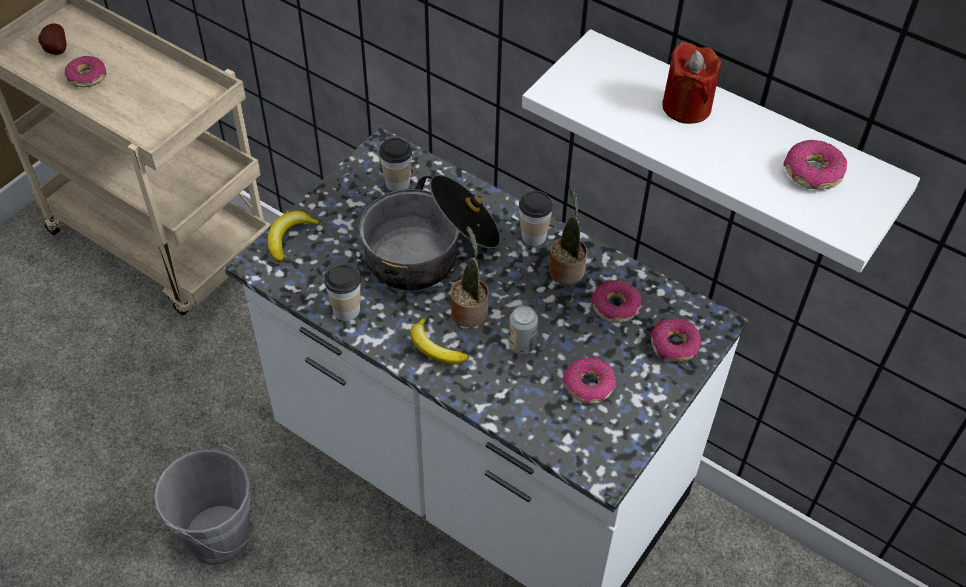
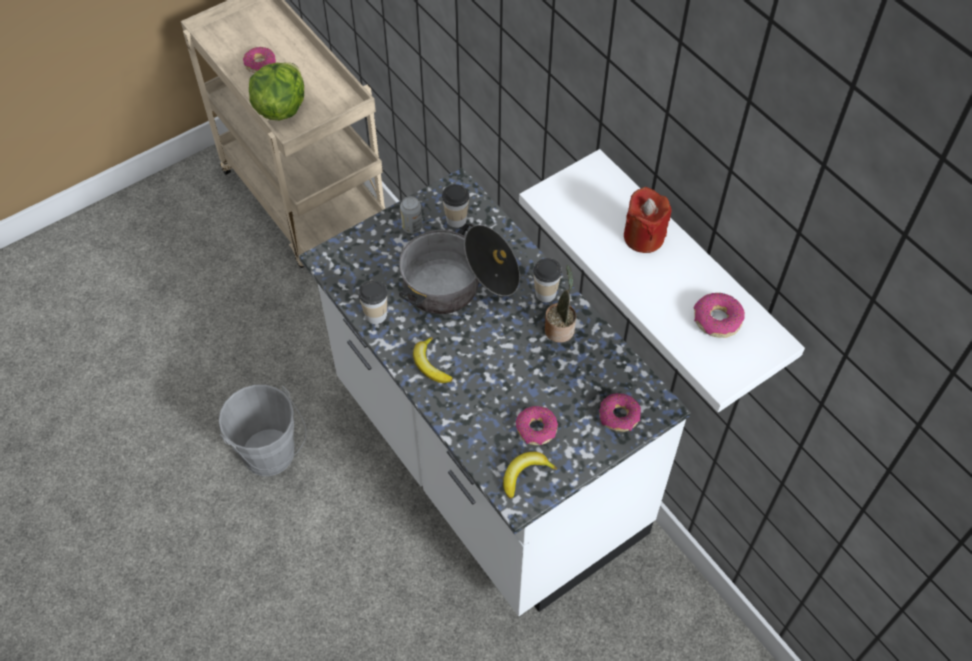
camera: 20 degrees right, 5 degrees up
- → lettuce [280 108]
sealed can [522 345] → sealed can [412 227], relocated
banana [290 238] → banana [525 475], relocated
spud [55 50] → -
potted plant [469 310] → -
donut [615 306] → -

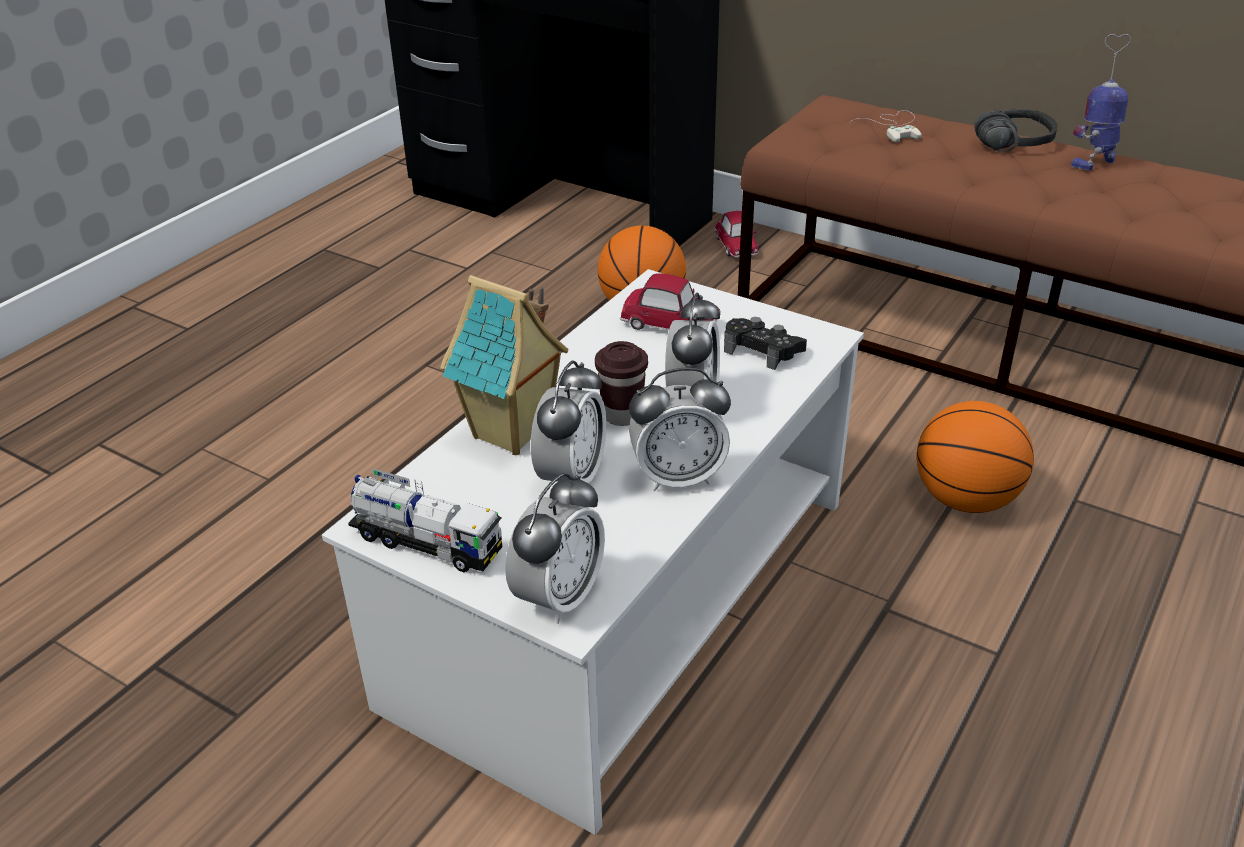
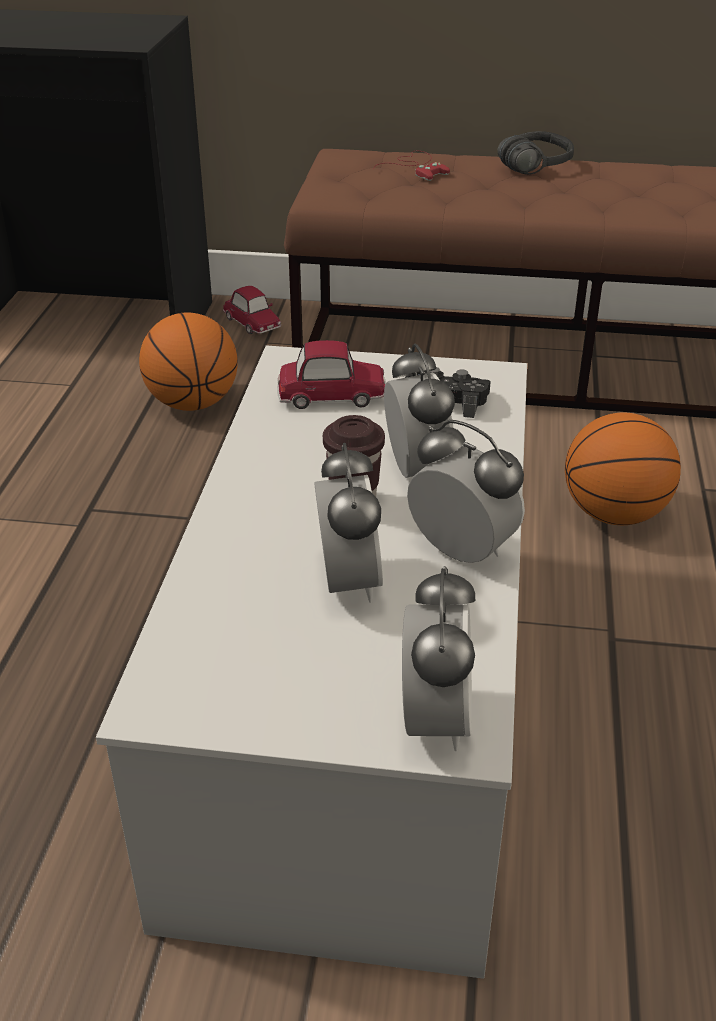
camera: 25 degrees left, 0 degrees up
white gamepad [894 127] → reddish gamepad [416 167]
table clock [678 477] → table clock [461 551], 105 degrees counterclockwise
toy lorry [427 543] → -
toy house [512 434] → -
robot figure [1095 162] → -

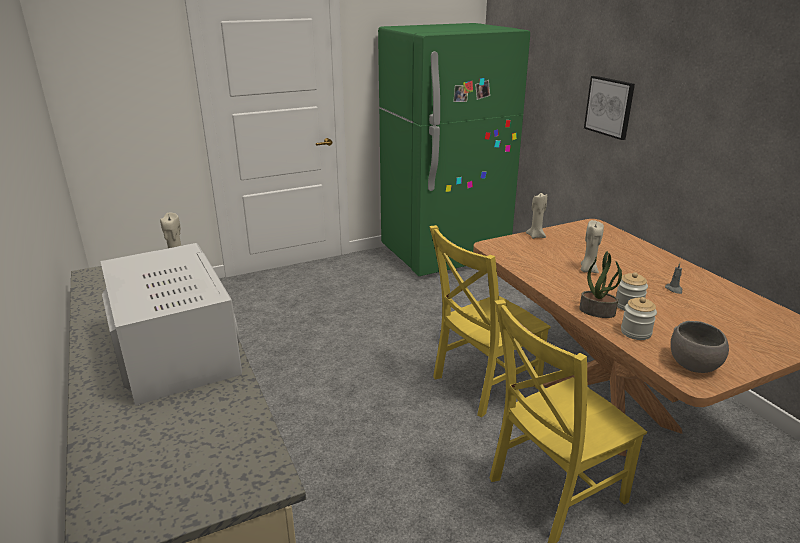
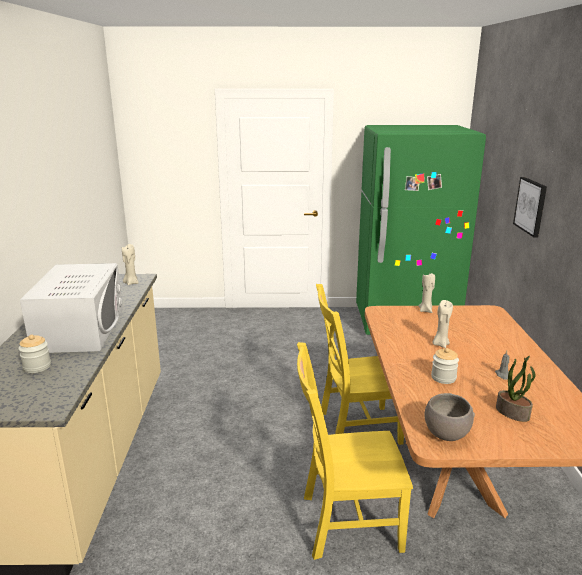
camera: 25 degrees right, 5 degrees down
preserve jar [635 332] → preserve jar [37 367], relocated
potted plant [597 311] → potted plant [513 413], relocated

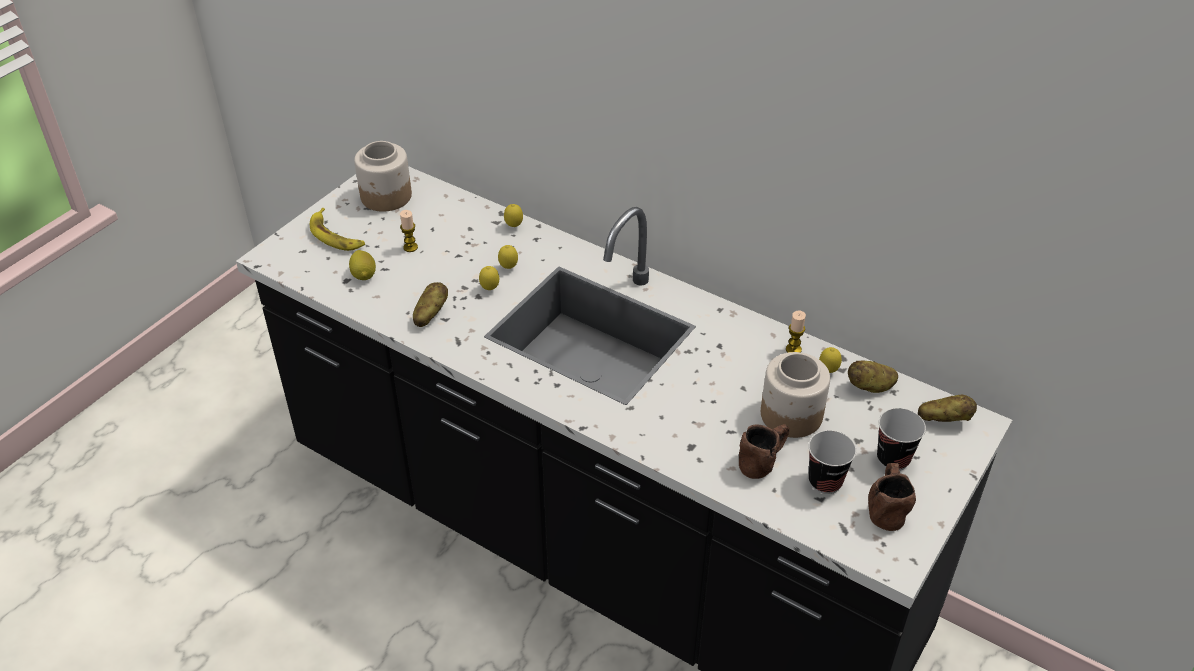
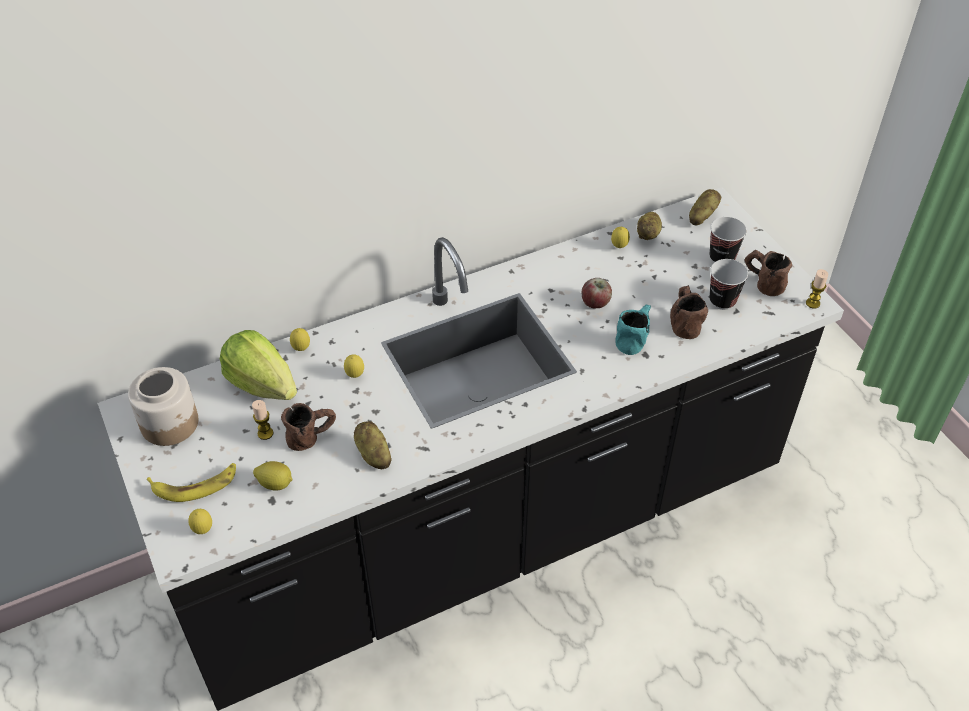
camera: 60 degrees left, 5 degrees up
whole lemon [490 289] → whole lemon [203 530], relocated
- → lettuce [262 384]
- → brown-coloured coffee mug [312 436]
- → whole apple [595 303]
- → blue-green coffee mug [634 338]
wax light [793 349] → wax light [812 303], relocated
preserve jar [790 415] → -

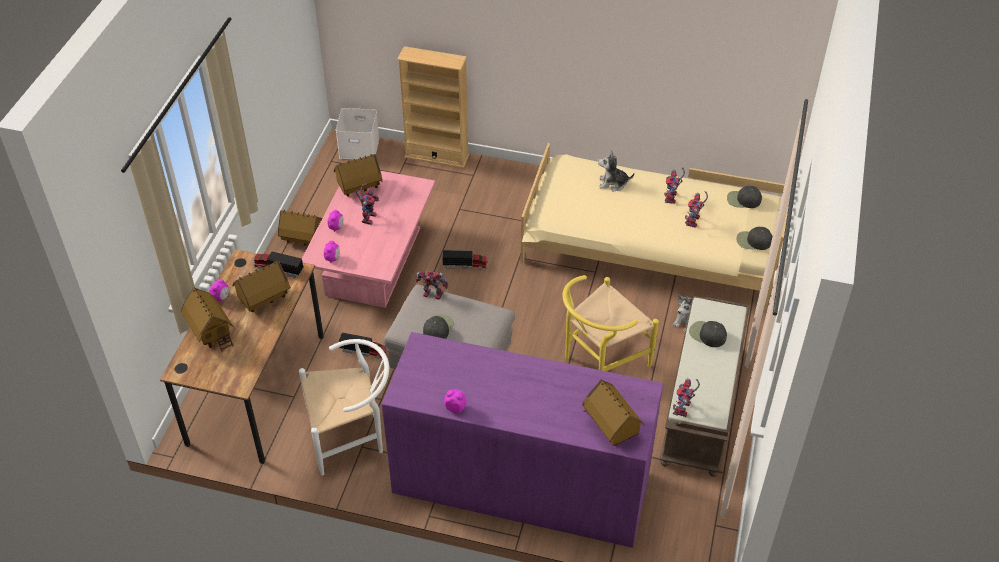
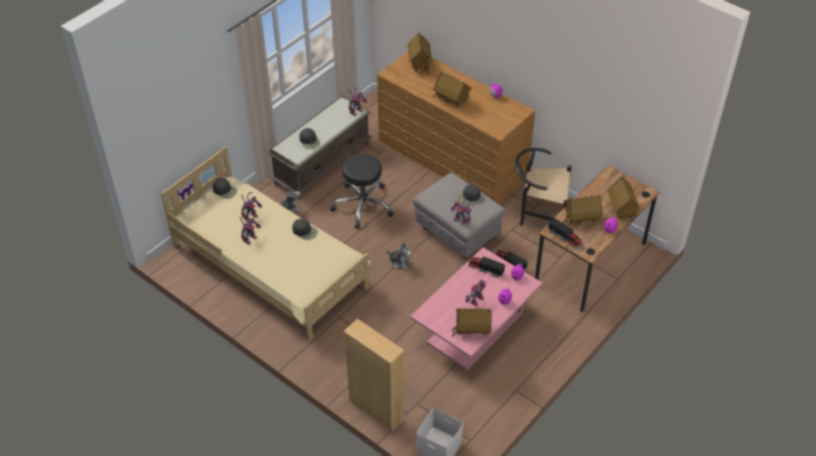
camera: 155 degrees left, 0 degrees up
black cap [743 200] → black cap [305 231], relocated
yellow-coloured upright chair [600 362] → black stool seat [362 205]
purple chest of drawers [521 482] → brown-coloured chest of drawers [452 160]
cuddly toy [613 183] → cuddly toy [400 262], relocated
toy house [304 240] → toy house [451 100], relocated
toy lorry [465 265] → toy lorry [485 269], relocated
white upright chair [352 436] → black upright chair [538 214]

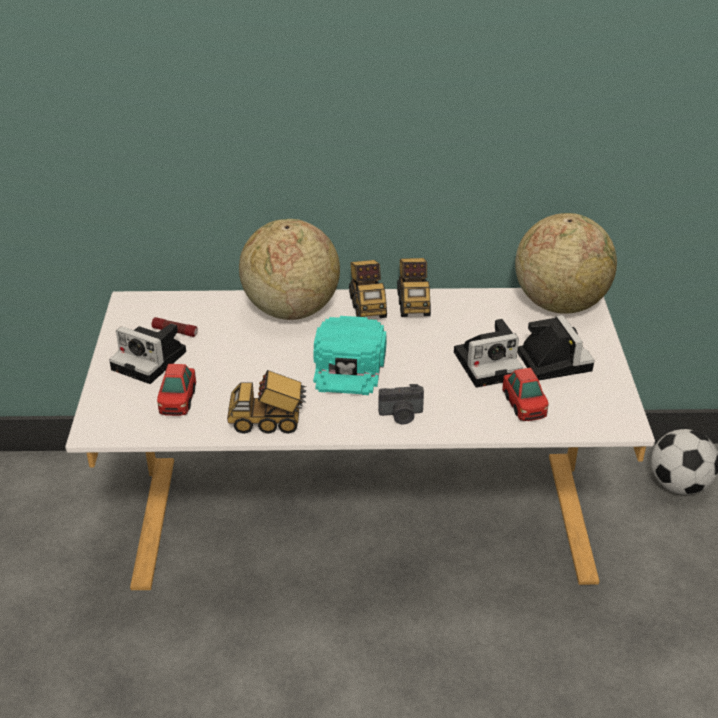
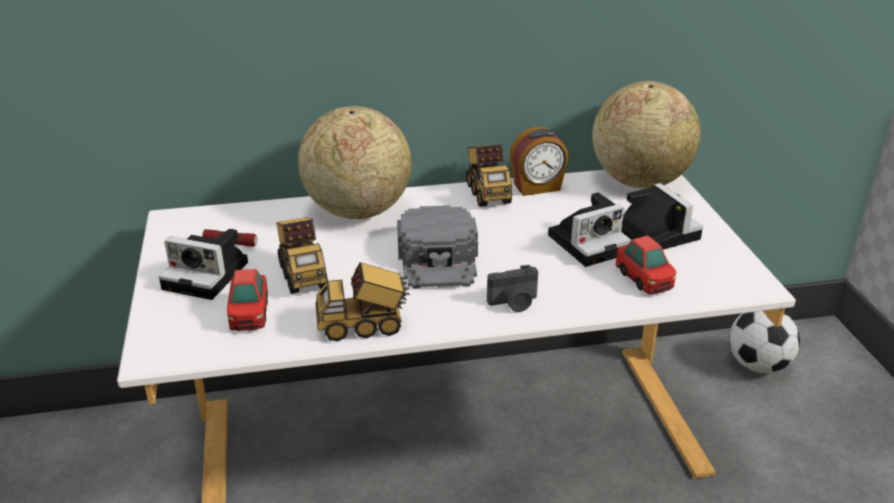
camera: 10 degrees left, 5 degrees down
toy lorry [367 306] → toy lorry [302 275], relocated
blue-green cap [349 364] → gray cap [438 257]
- → table clock [537 187]

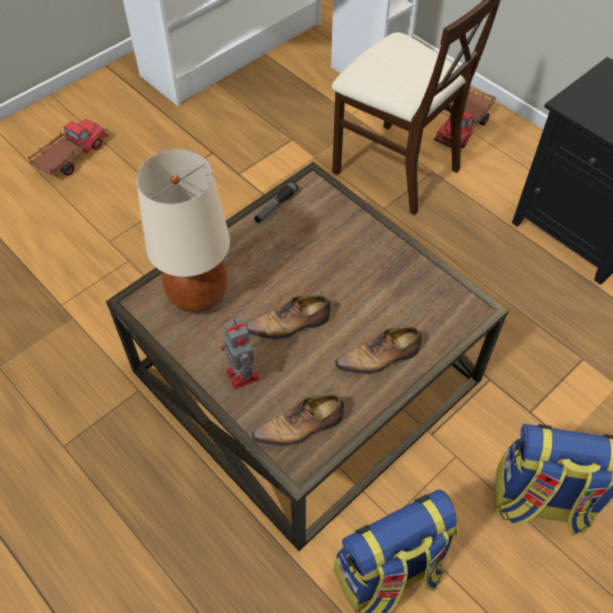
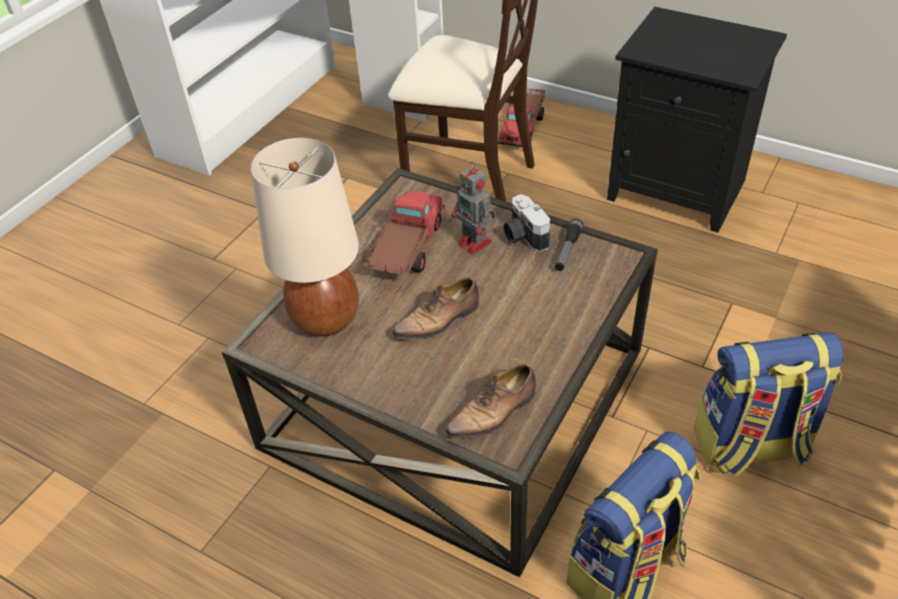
camera: 15 degrees left, 10 degrees down
toy lorry [71 157] → toy lorry [406 249], relocated
robot figure [243 376] → robot figure [476 243], relocated
- → still camera [523 236]
torch [275 206] → torch [567 250], relocated
low shoe [380 357] → -

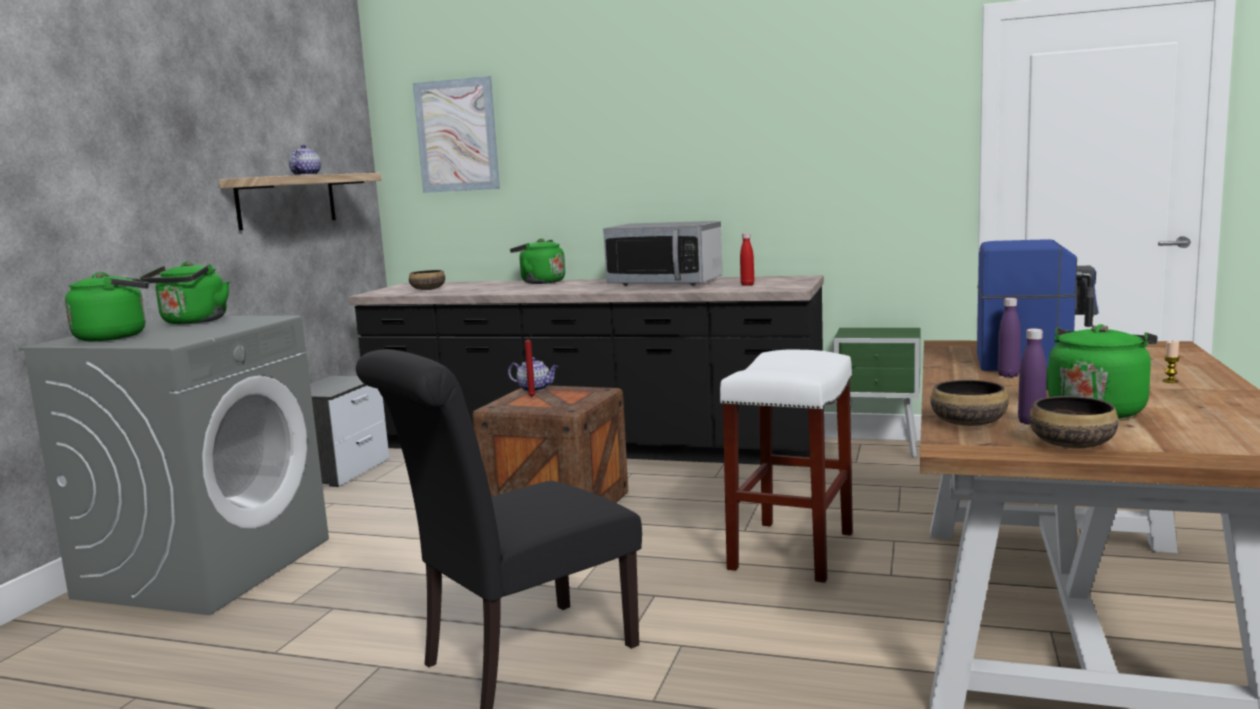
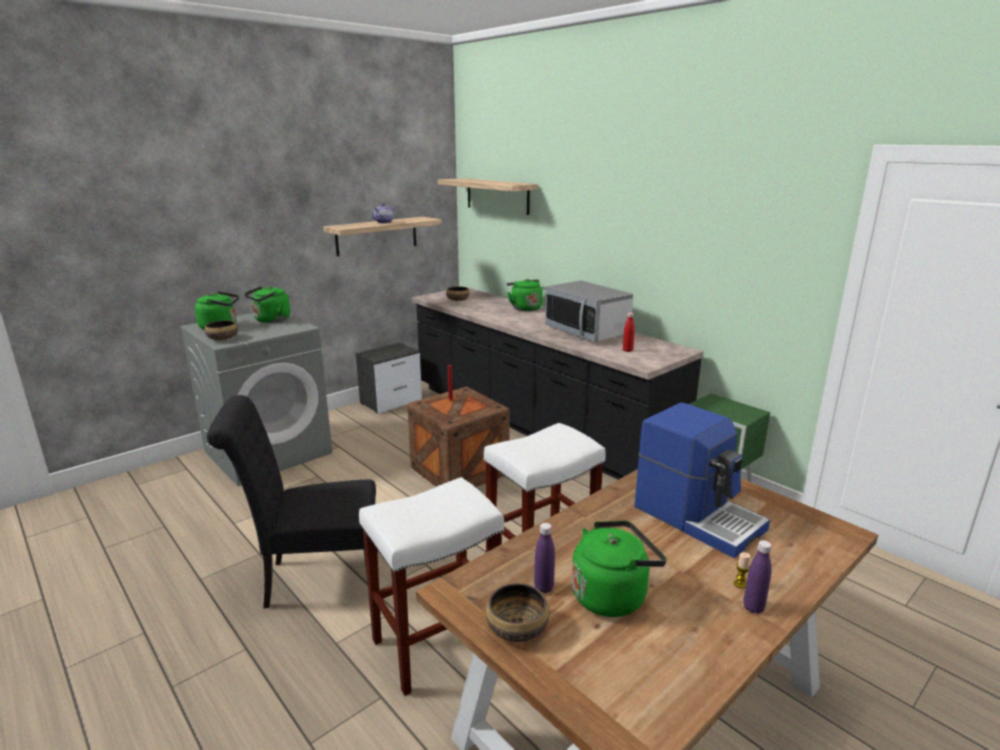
camera: 30 degrees right, 10 degrees up
deep dish [969 423] → deep dish [223 339], relocated
- → white stool seat [438 643]
wall art [457 135] → bracket shelf [497 196]
purple bottle [1008 375] → purple bottle [753 608], relocated
teapot [535 389] → -

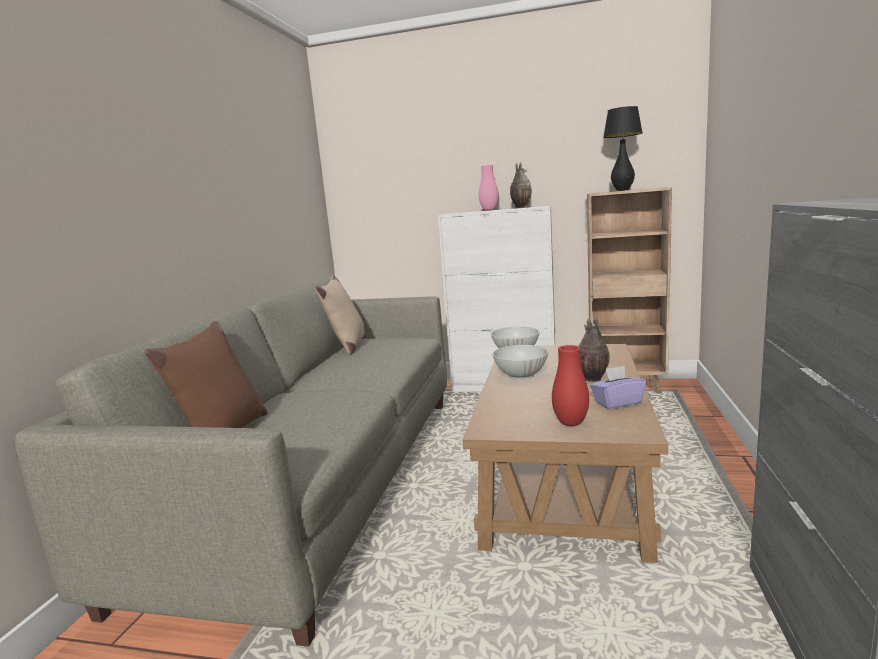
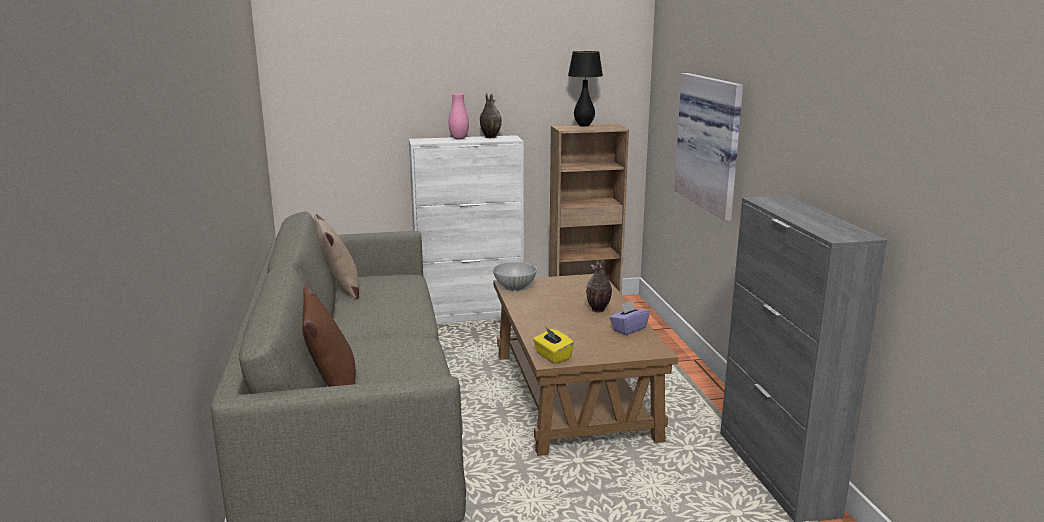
camera: 25 degrees left, 5 degrees up
- → yellow-coloured box of tissues [552 356]
- → wall art [712 142]
white deep dish [520 375] → -
reddish flower vase [570 423] → -

